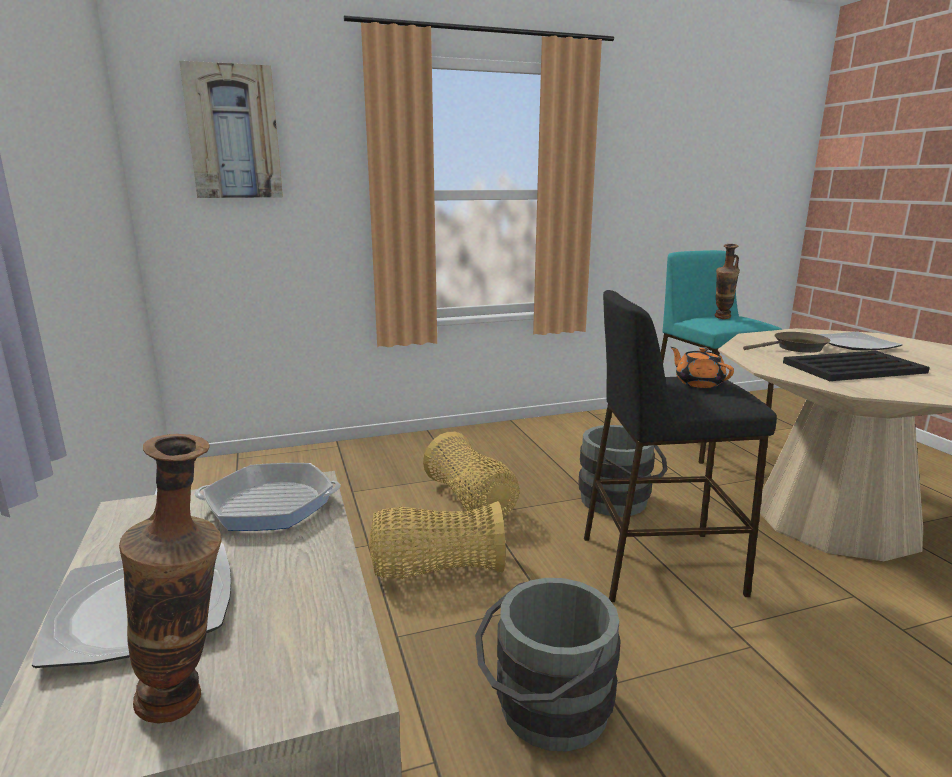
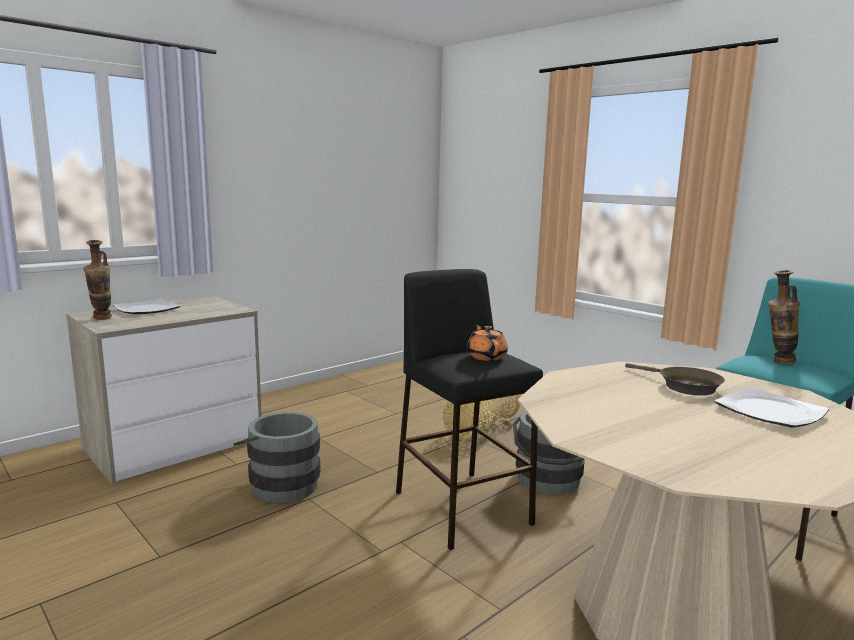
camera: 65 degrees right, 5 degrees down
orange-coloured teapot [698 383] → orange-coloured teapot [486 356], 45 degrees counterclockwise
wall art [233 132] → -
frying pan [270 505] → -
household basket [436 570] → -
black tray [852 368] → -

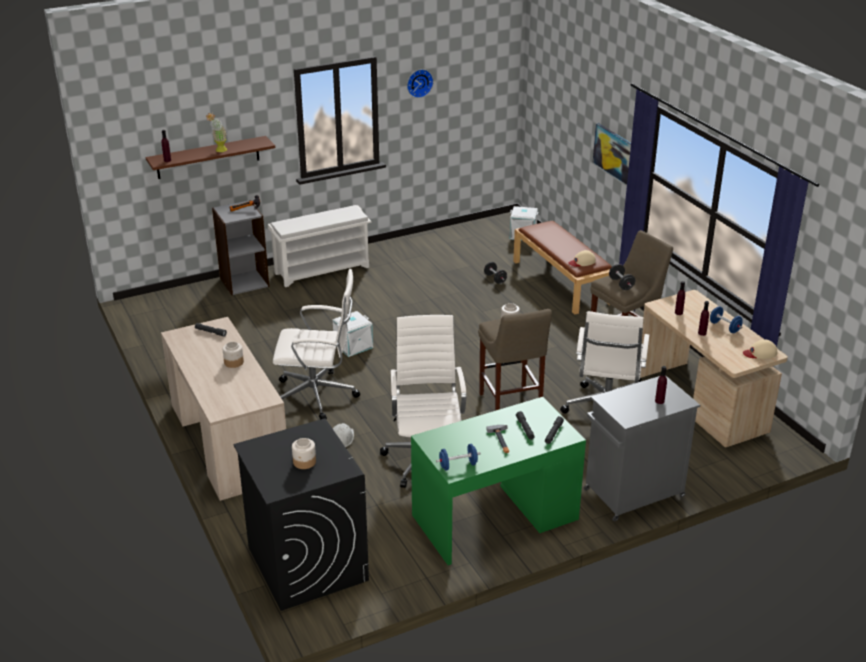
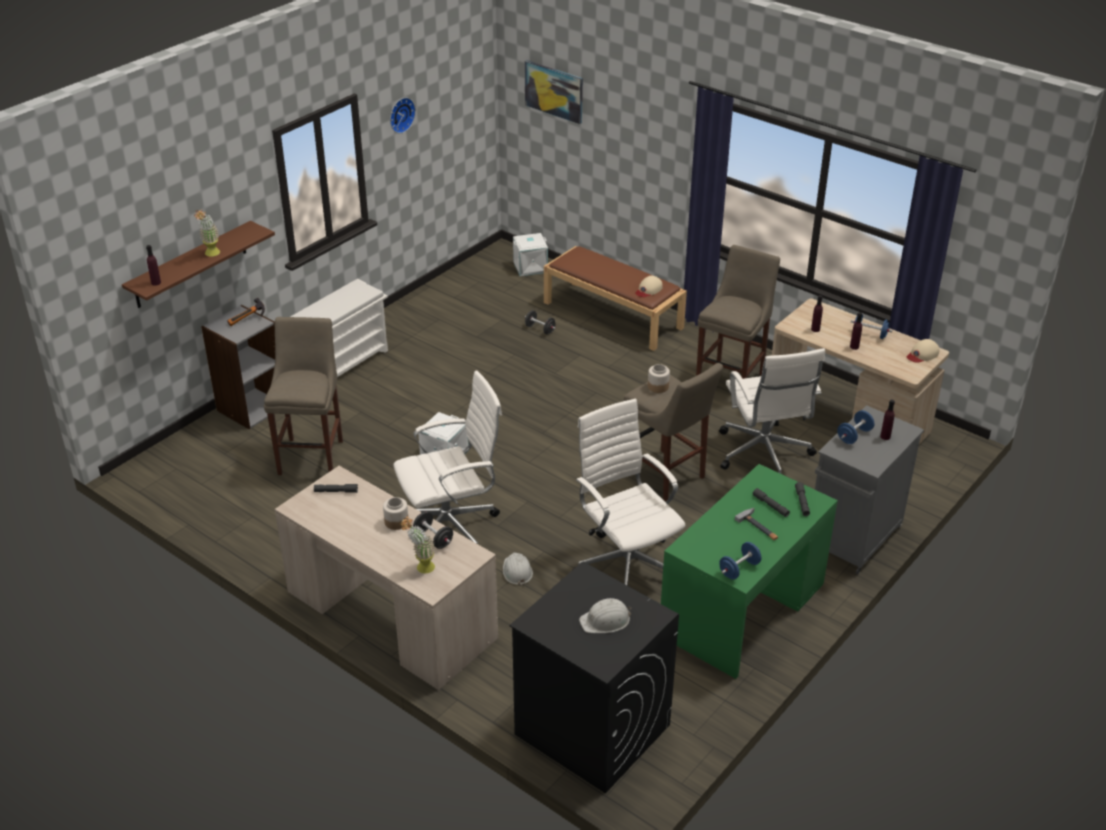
camera: 25 degrees left, 5 degrees up
- → beige-coloured stool seat [312 455]
- → potted plant [420 567]
black hand weight [621 284] → black hand weight [433 538], relocated
wall art [614 153] → wall art [554 91], relocated
preserve jar [304 462] → white safety helmet [606 620]
- → bluish hand weight [854 435]

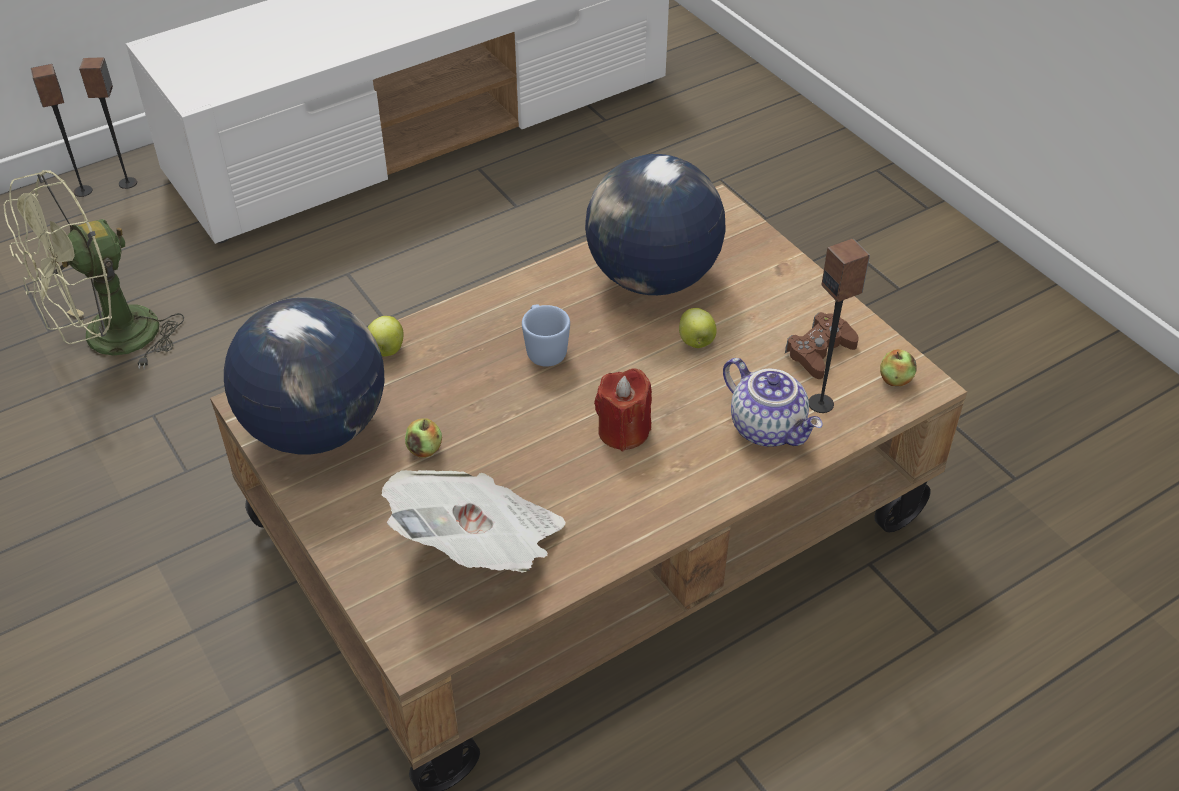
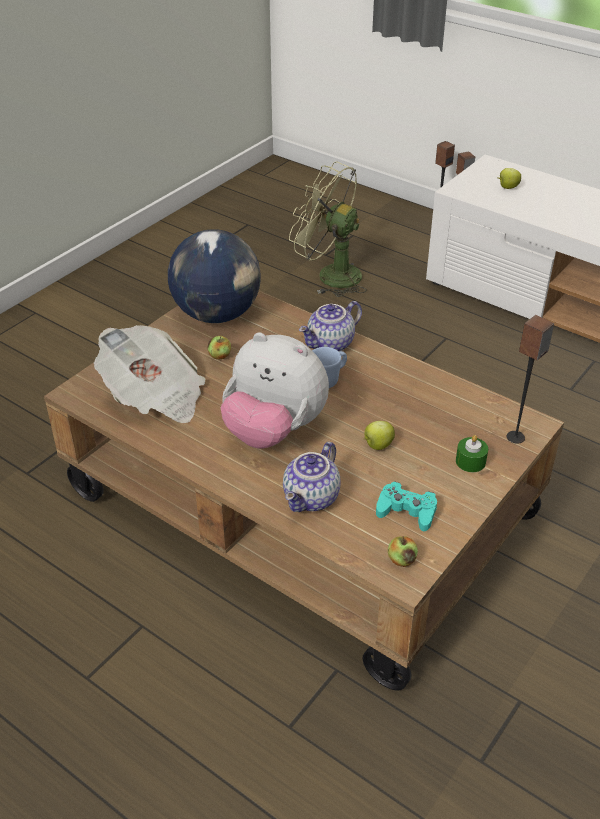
camera: 70 degrees right, 5 degrees down
reddish wax light [623 431] → cuddly toy [274 431]
- → teapot [331 344]
brown-coloured gamepad [819 352] → blue-green gamepad [406 511]
- → green wax light [470 461]
whole apple [386 350] → whole apple [507 187], relocated
audio speaker [821 403] → audio speaker [516 437], relocated
globe [651 277] → -

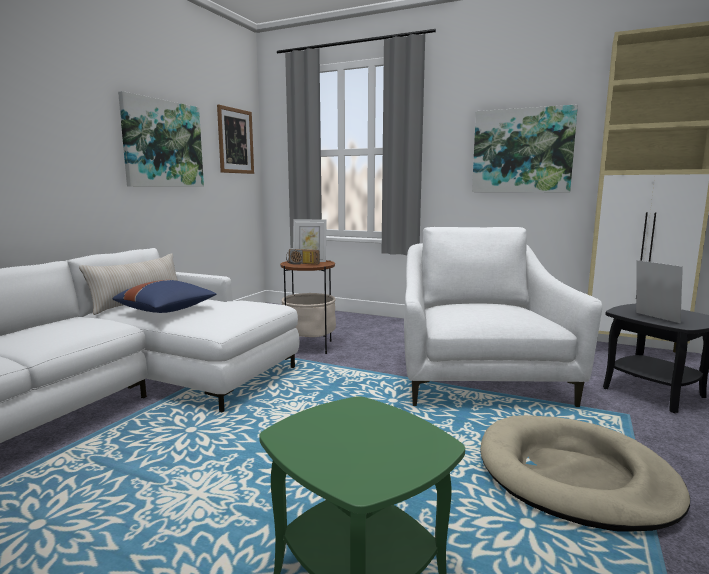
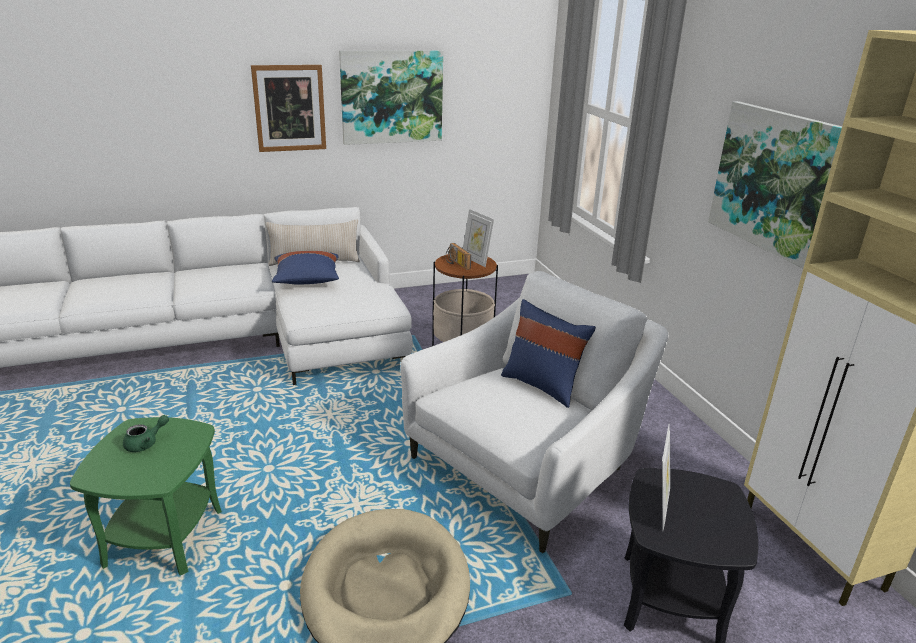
camera: 45 degrees right, 15 degrees up
- → green teapot [146 443]
wall art [235 141] → wall art [289 108], relocated
- → bluish cushion [542 385]

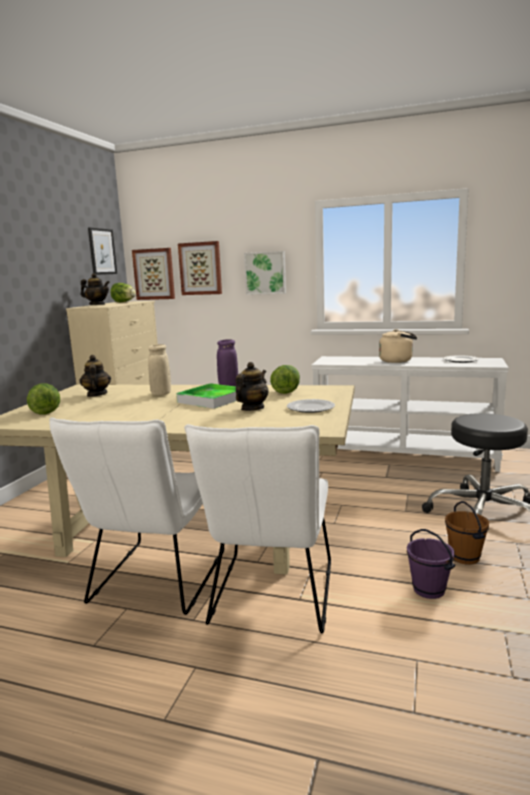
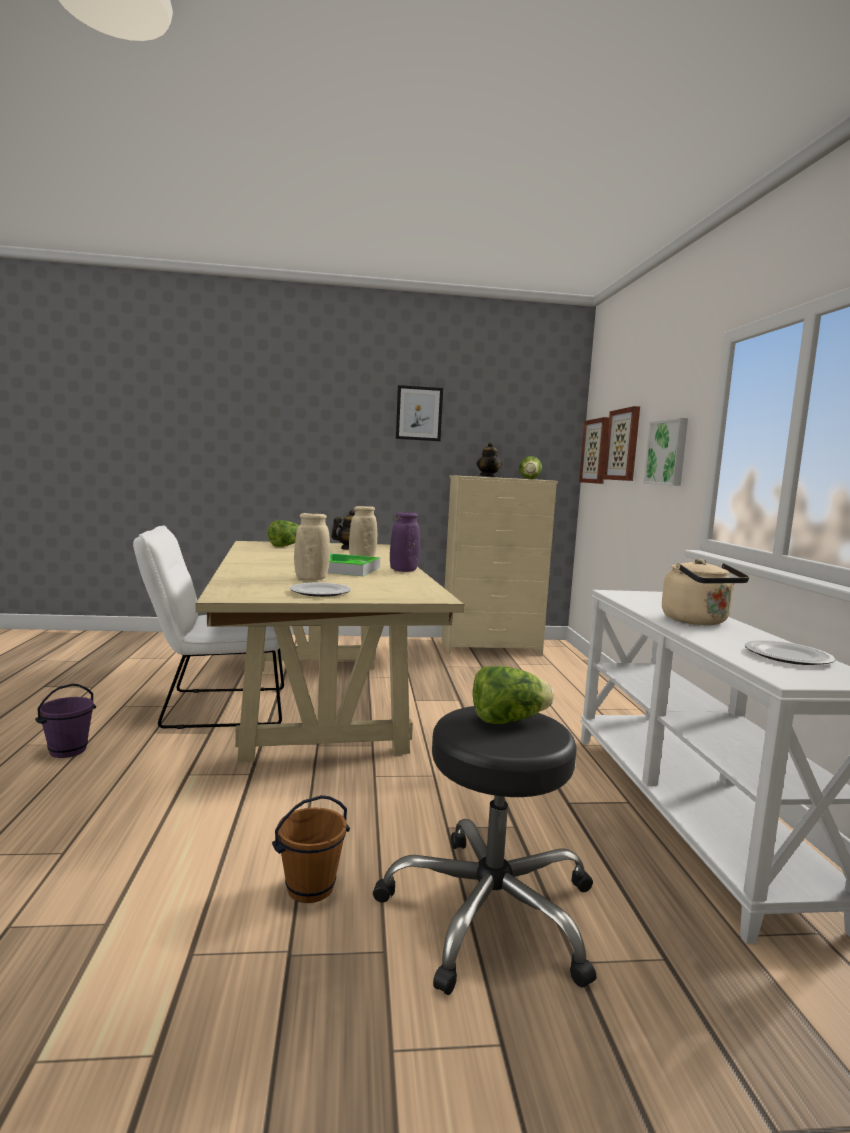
camera: 65 degrees right, 5 degrees down
purple bucket [429 589] → purple bucket [68 751], relocated
teapot [252 408] → beige-coloured flower vase [311 579]
wall art [102 251] → wall art [419 413], relocated
lettuce [286 391] → lettuce [507 720], relocated
white upright chair [271 598] → -

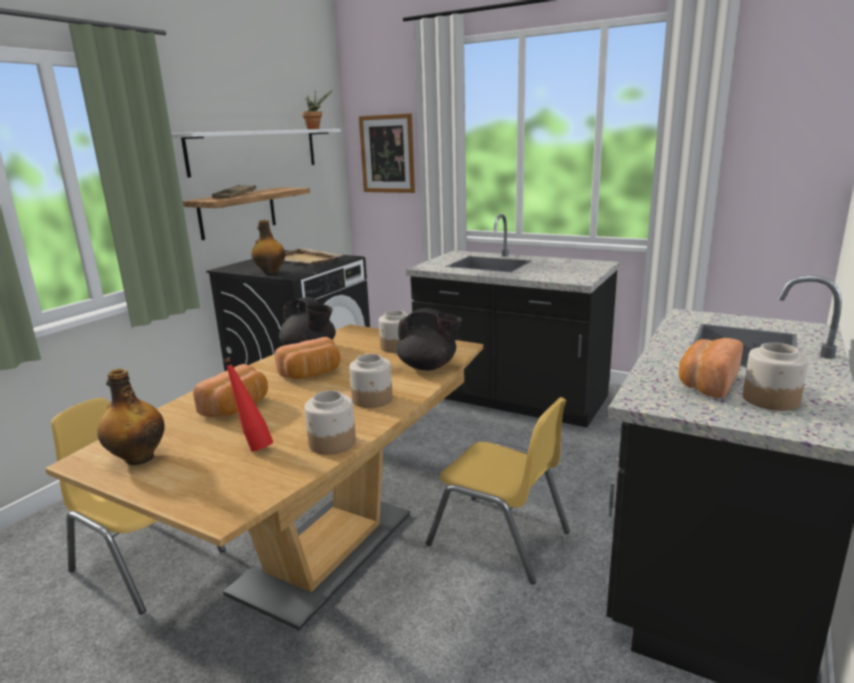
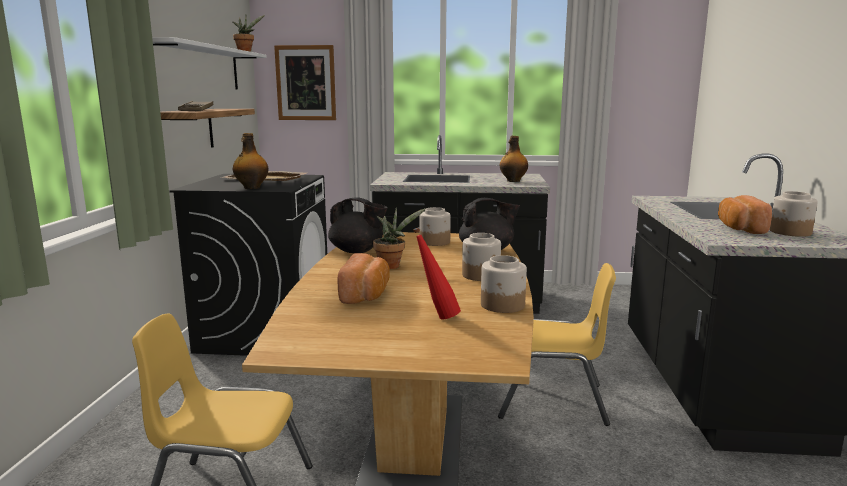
camera: 25 degrees left, 5 degrees down
bakery bread [312 374] → potted plant [392 266]
bottle [138 458] → bottle [513 181], relocated

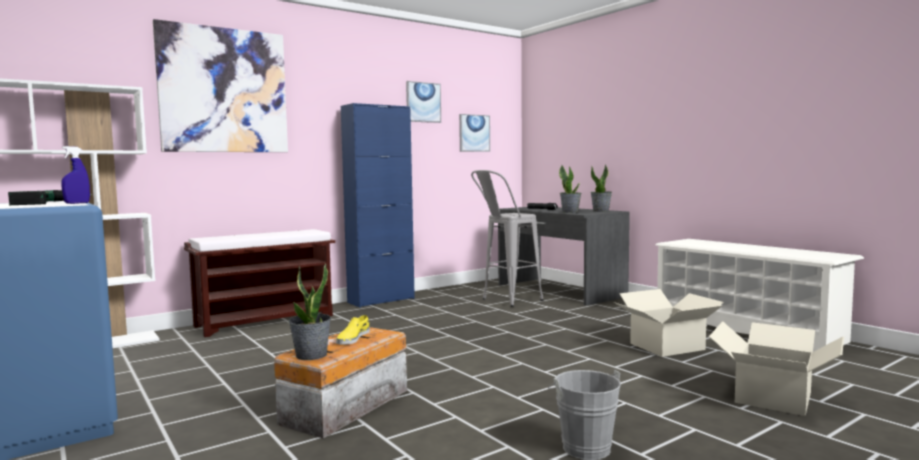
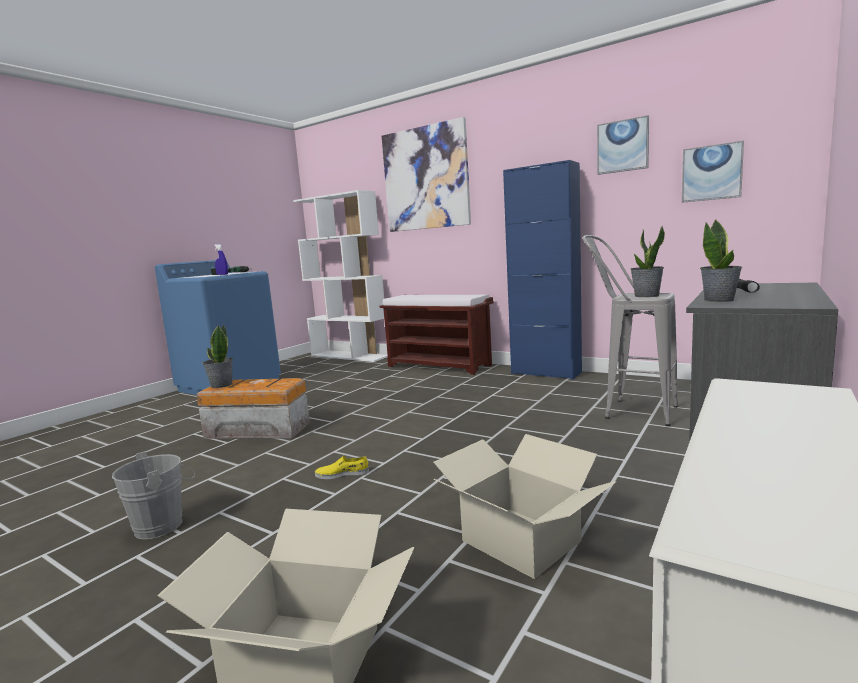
camera: 70 degrees right, 5 degrees up
yellow-coloured low shoe [353 338] → yellow-coloured low shoe [342 474], relocated
potted plant [601 211] → potted plant [646 296], relocated

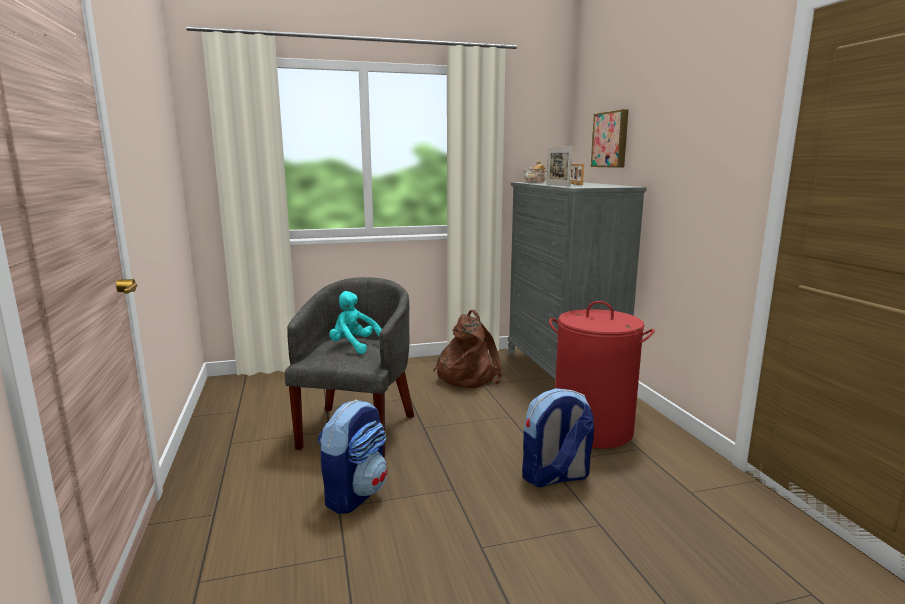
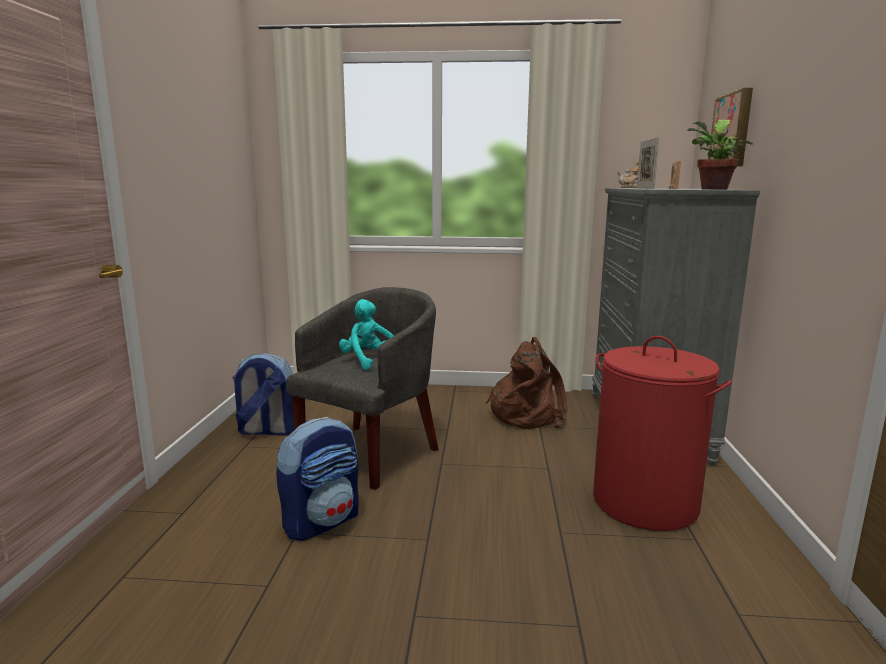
camera: 20 degrees right, 0 degrees up
rucksack [555 477] → rucksack [266 431], relocated
- → potted plant [713 189]

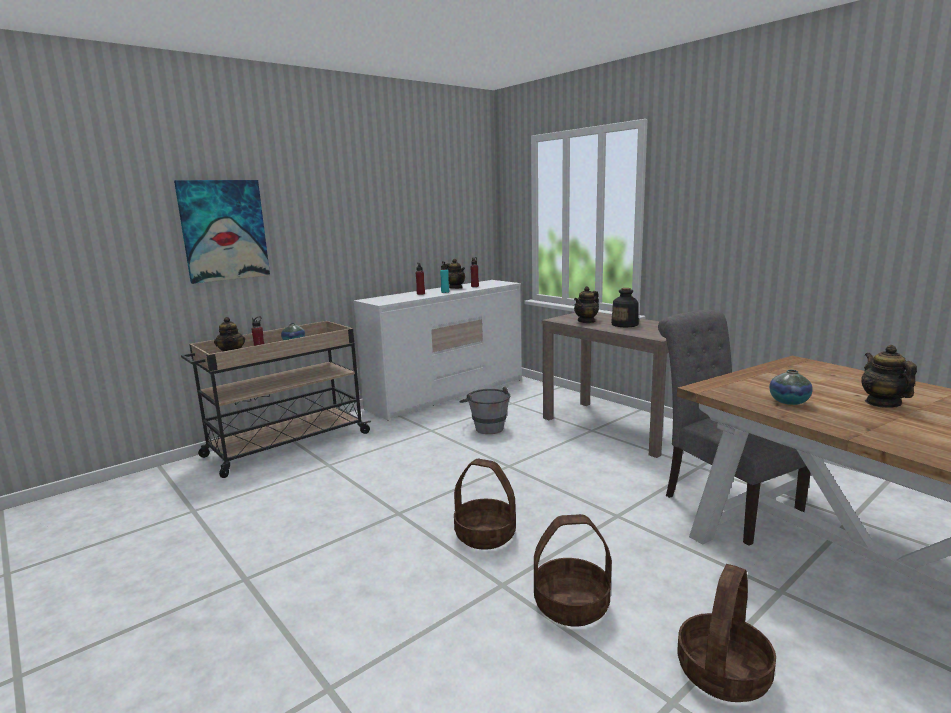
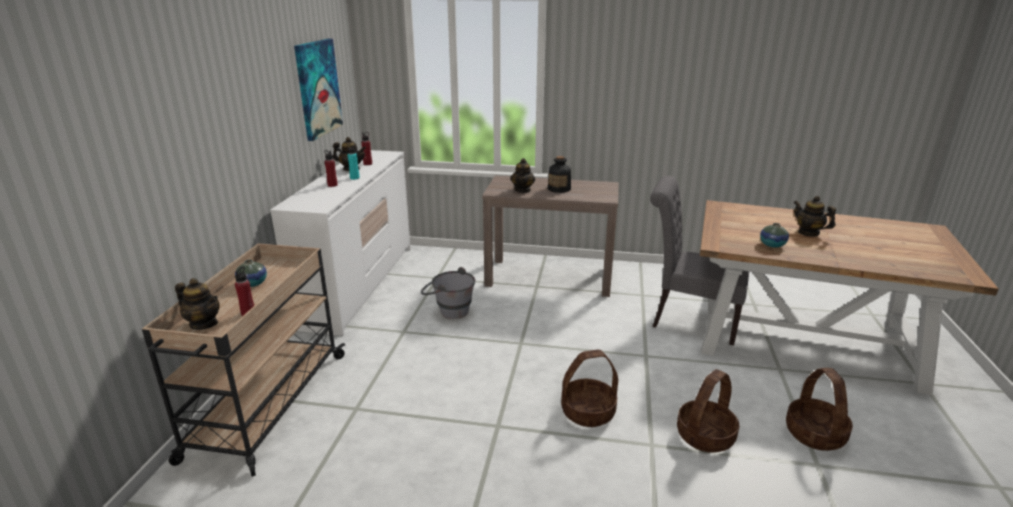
camera: 40 degrees left, 10 degrees up
wall art [224 230] → wall art [318 88], relocated

